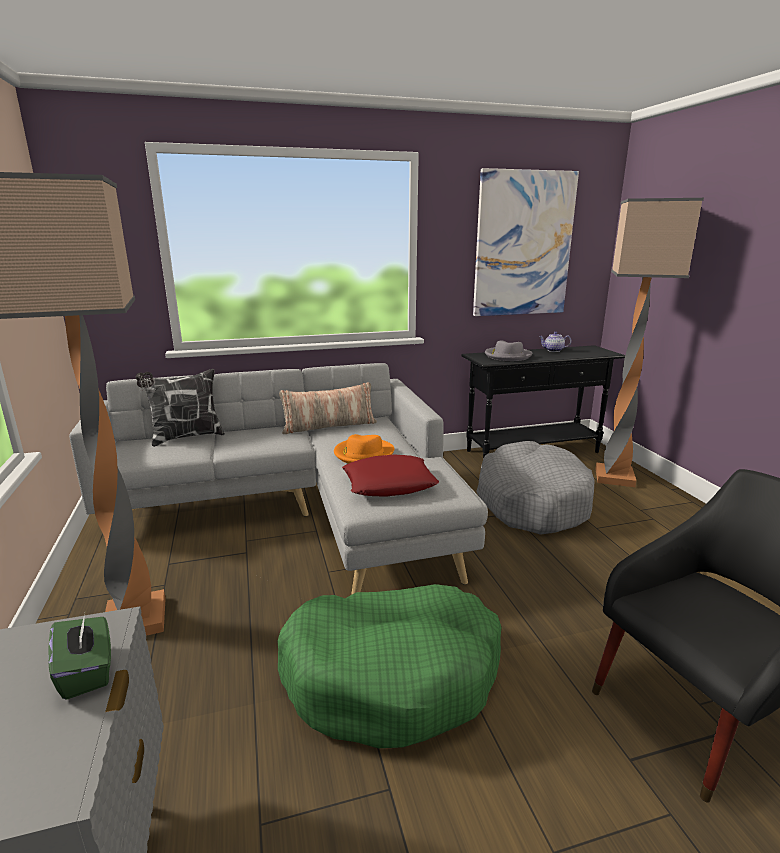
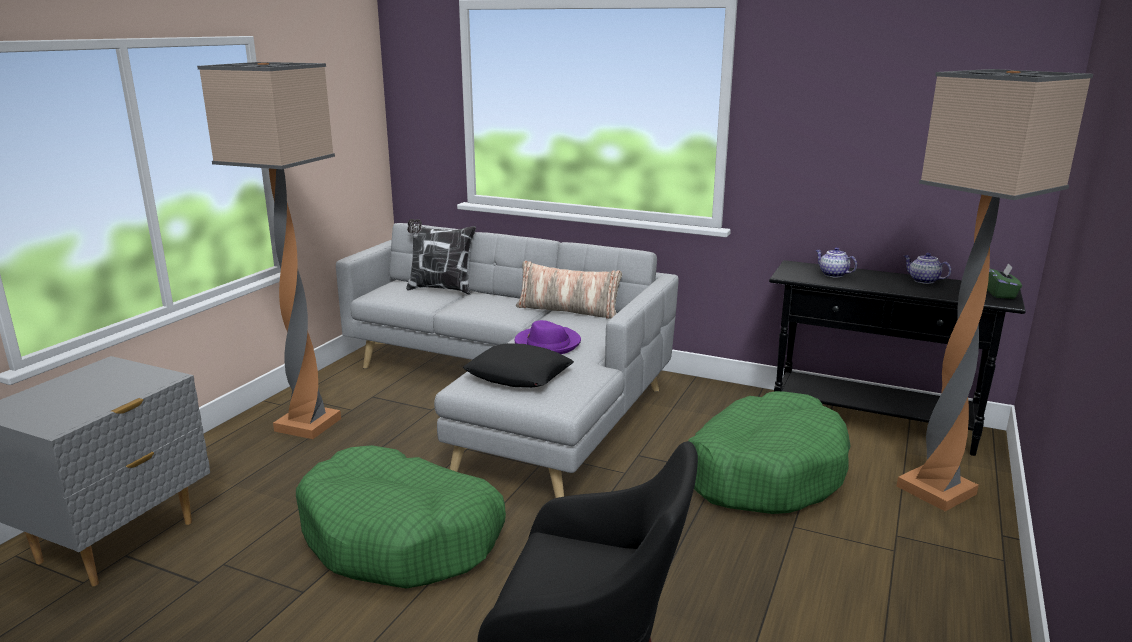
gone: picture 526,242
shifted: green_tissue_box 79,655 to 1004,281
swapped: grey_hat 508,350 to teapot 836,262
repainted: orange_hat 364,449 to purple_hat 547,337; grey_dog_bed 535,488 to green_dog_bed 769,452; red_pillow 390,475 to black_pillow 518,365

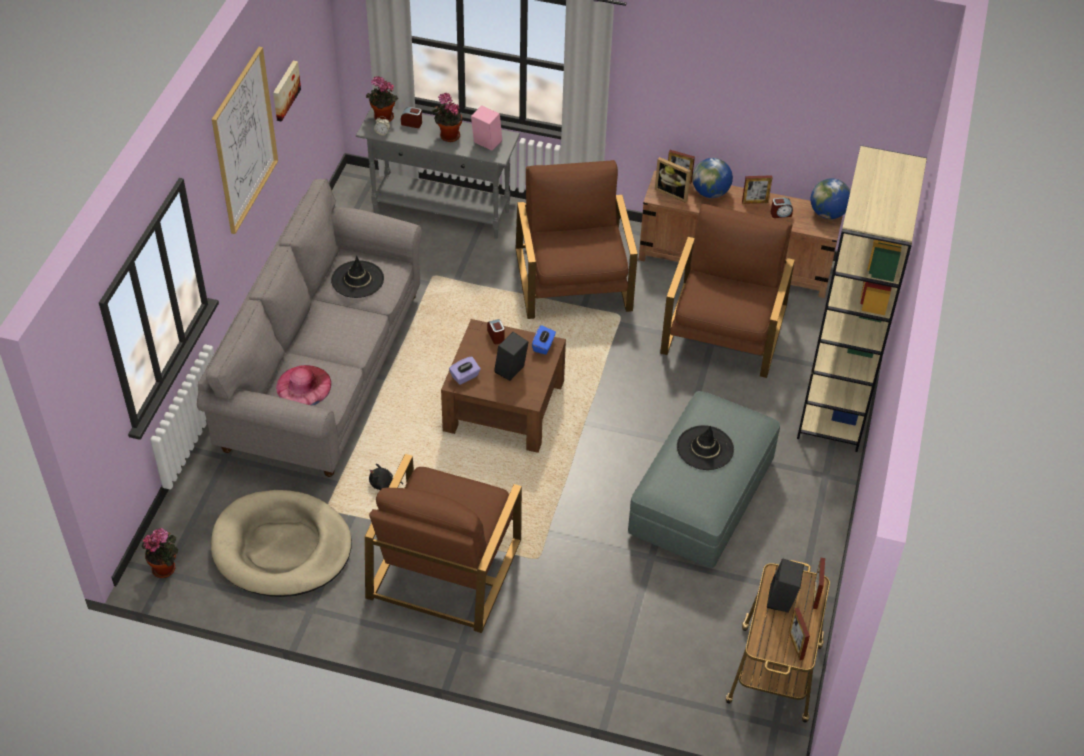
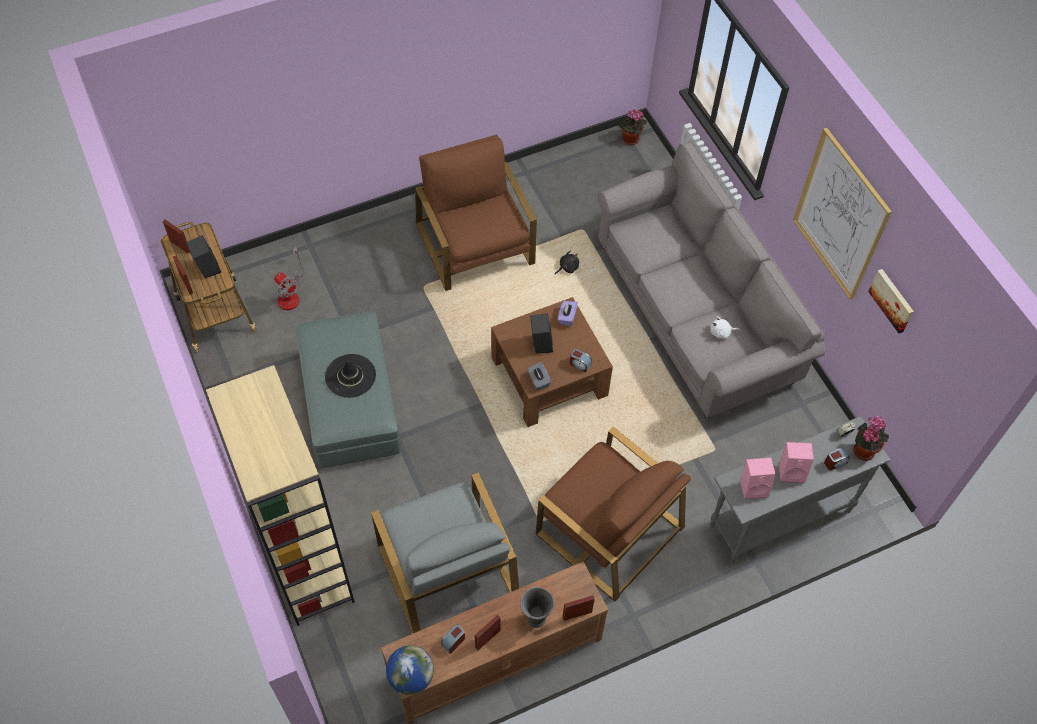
gone: picture_frame 673,180; pink_hat 303,385; beige_dog_bed 281,543
new: fan 289,278
swapped: potted_plant 447,117 to pink_speaker 796,462; globe 712,178 to grey_vase 537,607; black_hat 357,277 to white_plush_toy 725,328
repainted: brown_armchair 727,291 to grey_armchair 445,553; blue_tissue_box 544,340 to grey_tissue_box 539,376

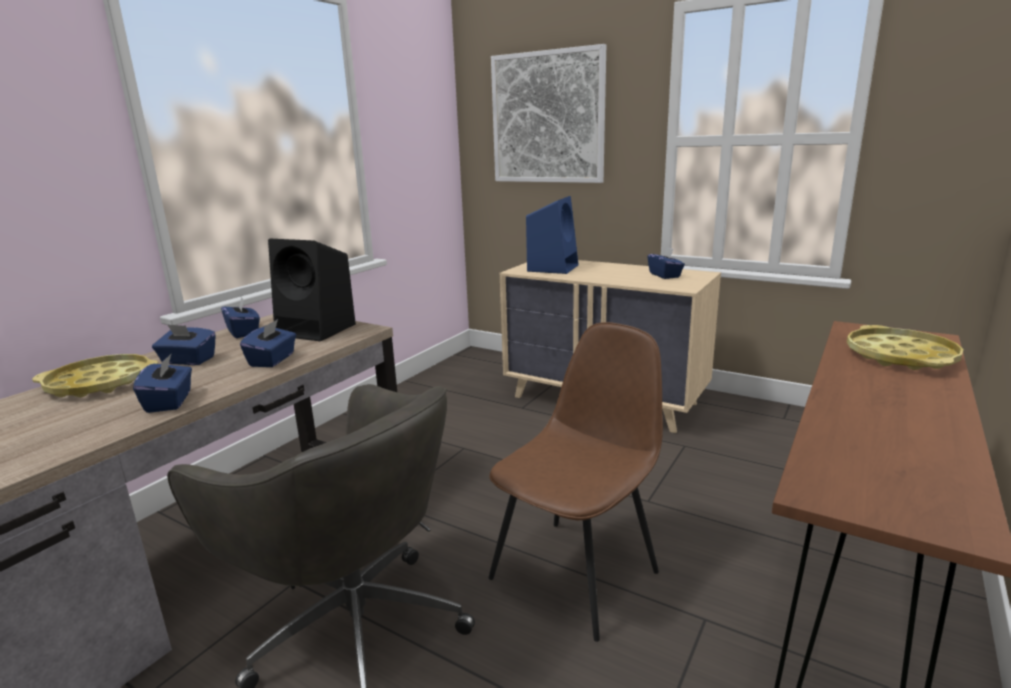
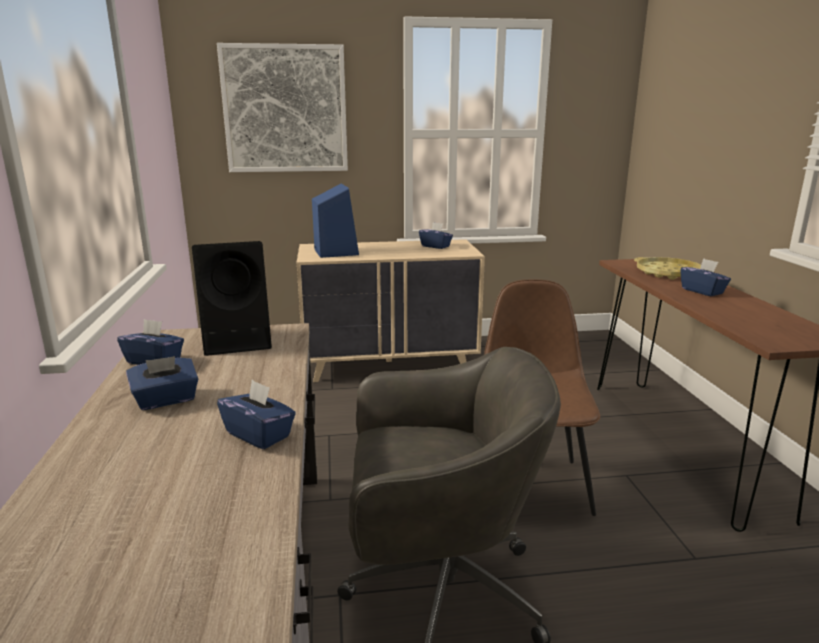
gone: yellow_tray 95,375
shifted: blue_tissue_box 268,343 to 705,277

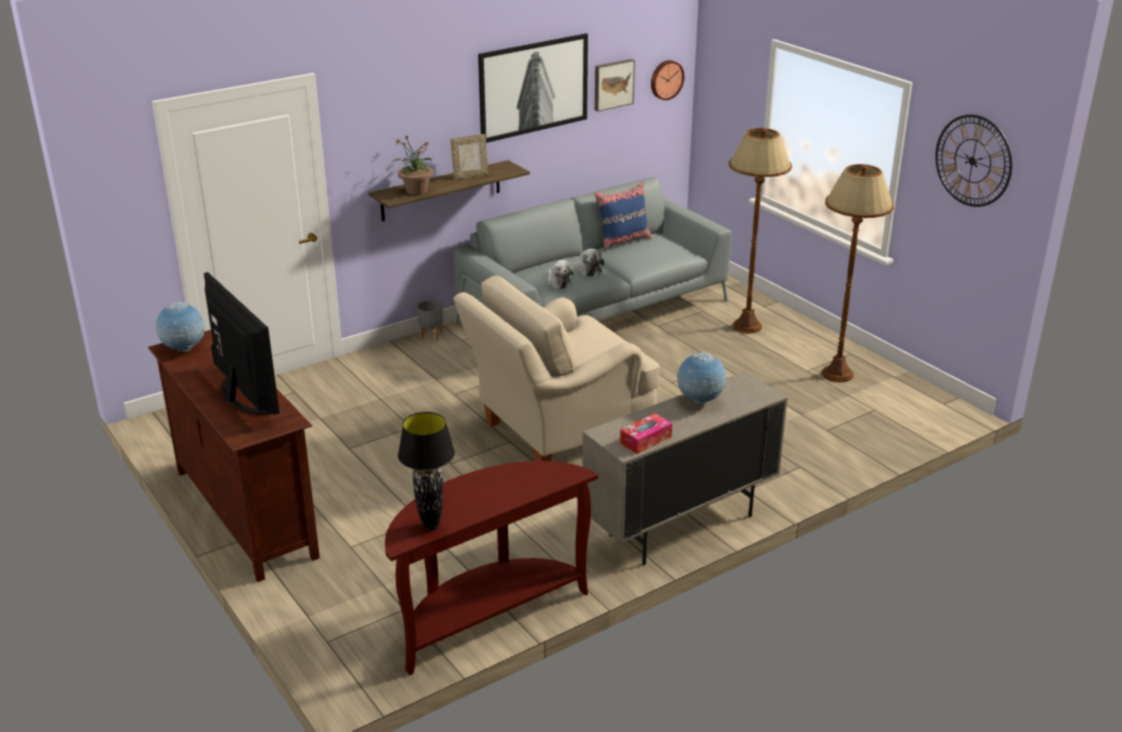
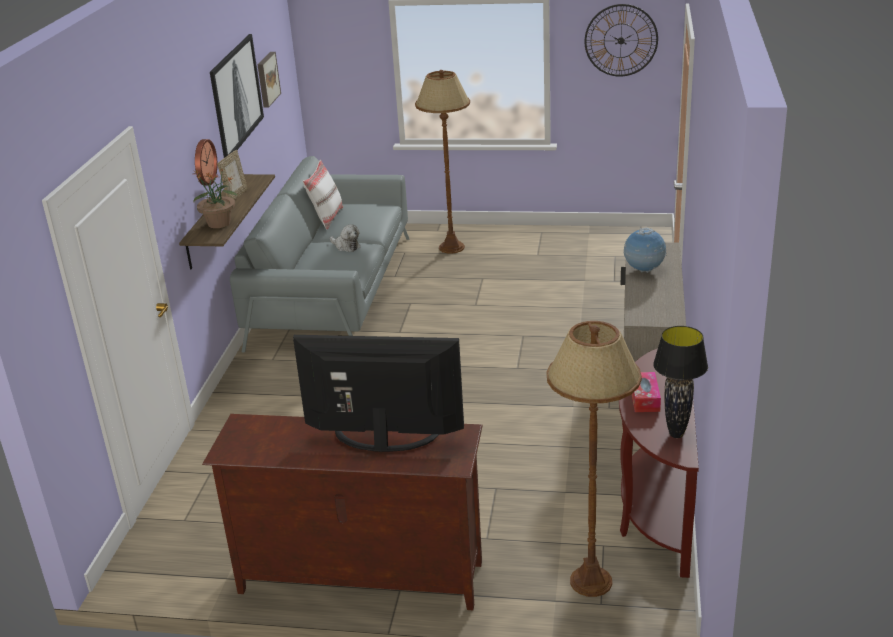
gone: plush_toy 560,274; beige_armchair 556,368; grey_planter 430,320; globe 180,326
shifted: wall_clock 667,80 to 206,162; brown_floor_lamp 858,273 to 594,459; tissue_box 646,433 to 646,392
repainted: blue_pillow 623,216 to white_pillow 323,195

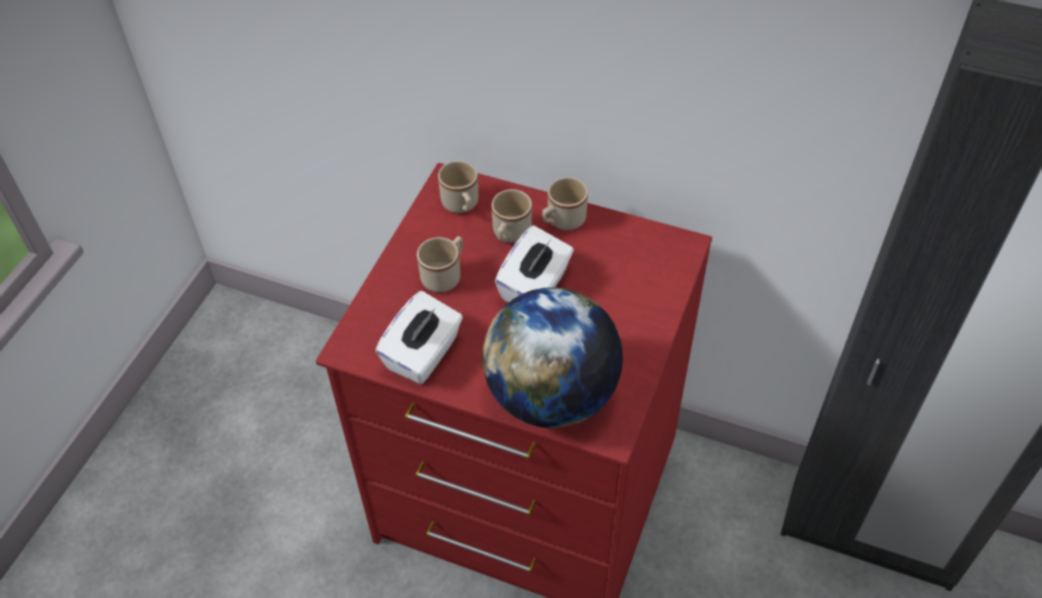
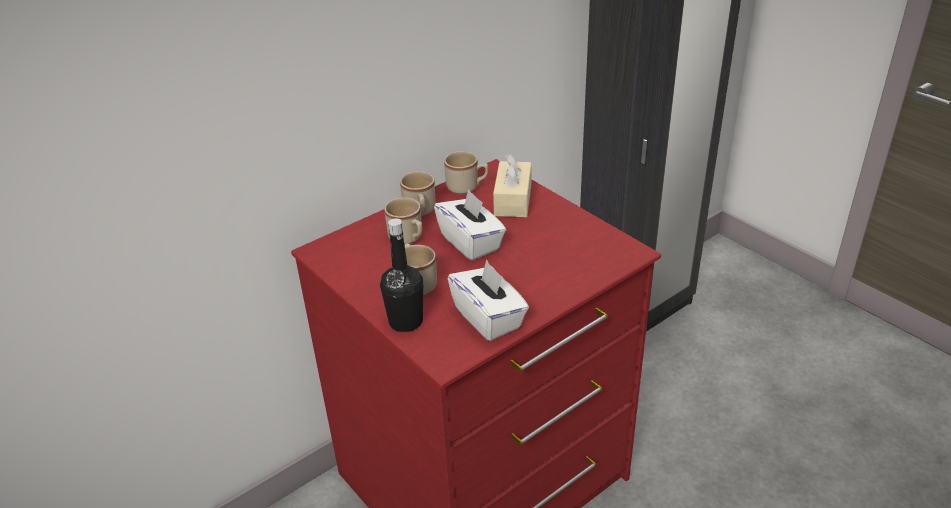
gone: globe 552,357
new: beige_tissue_box 512,185; black_bottle 401,275
shifted: beige_mug 458,187 to 466,172

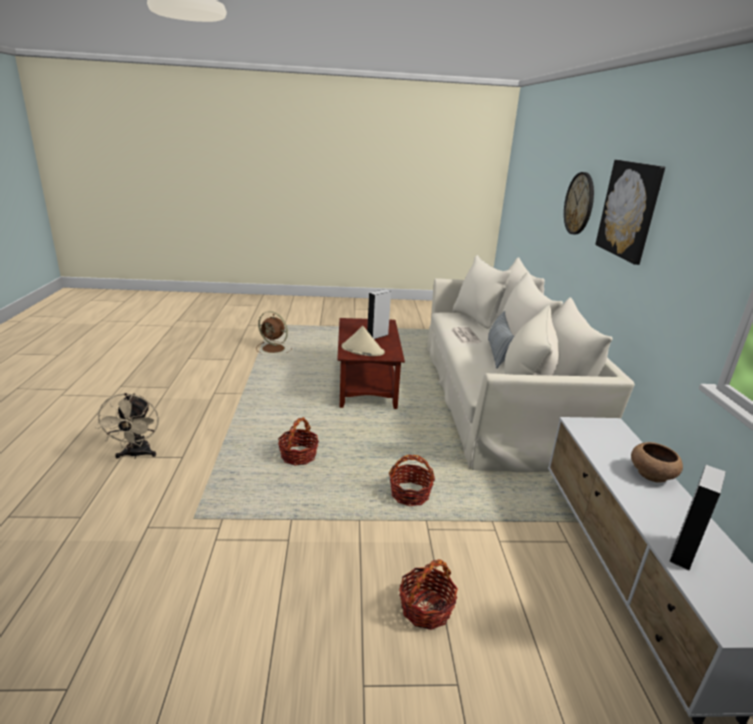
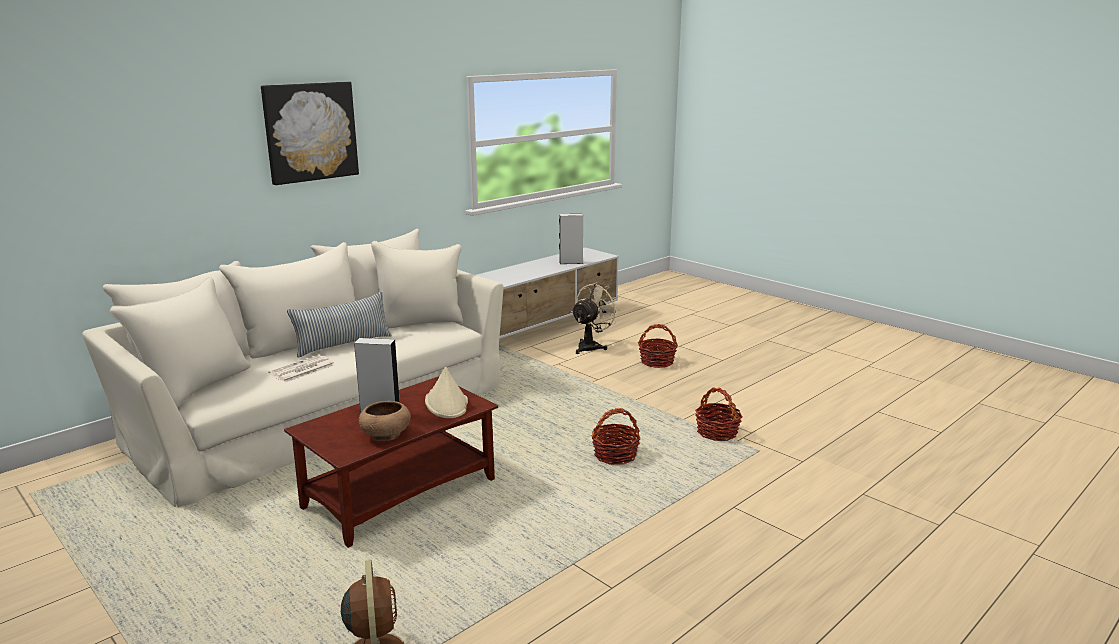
gone: wall_clock 579,203
shifted: beige_fan 127,426 to 596,318; brown_bowl 657,462 to 385,421; basket 412,480 to 718,414

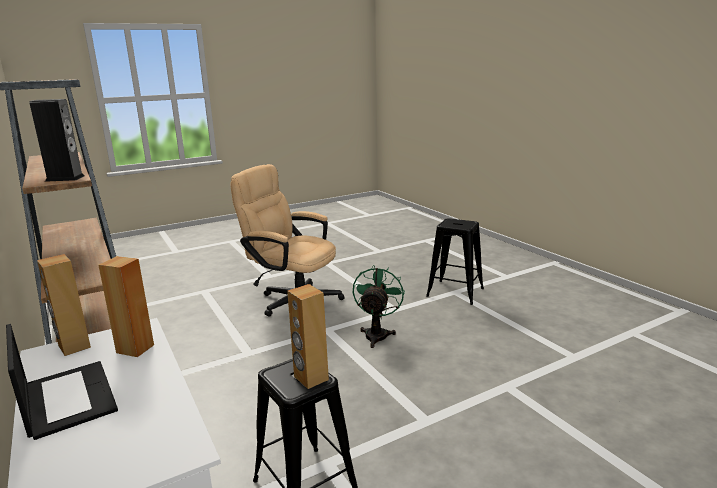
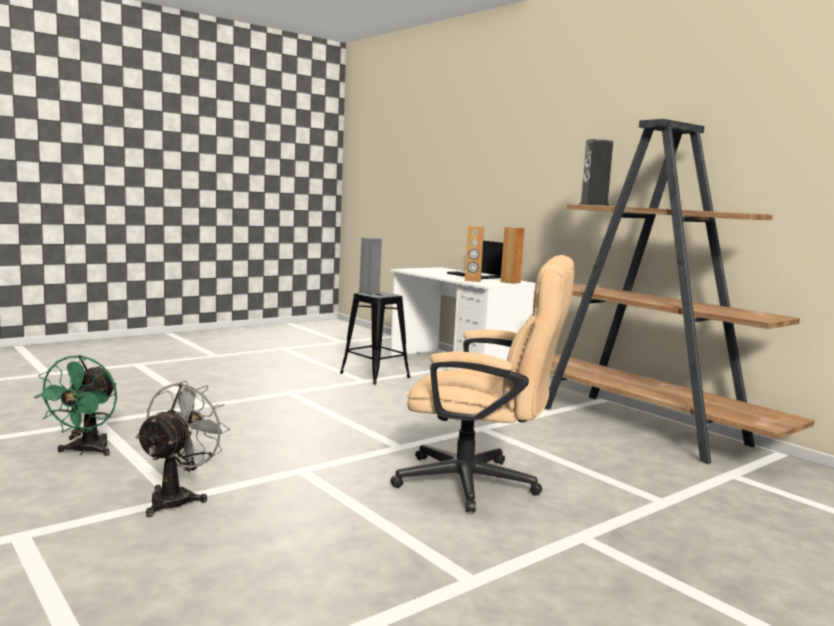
shifted: green_fan 379,306 to 75,405
swapped: black_stool 455,261 to grey_fan 182,449
repainted: brown_speaker 308,336 to grey_speaker 370,266

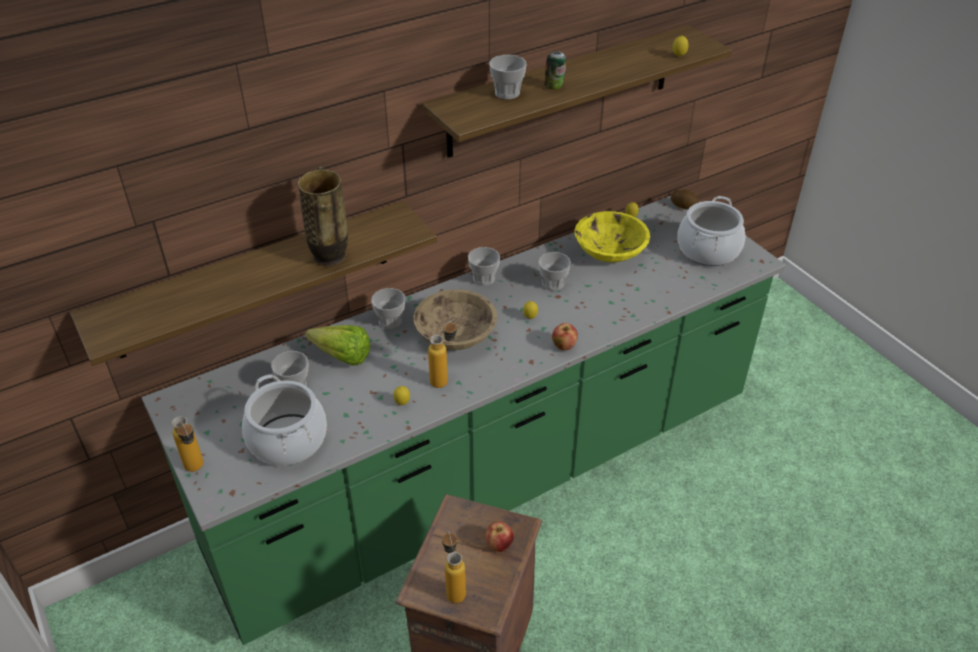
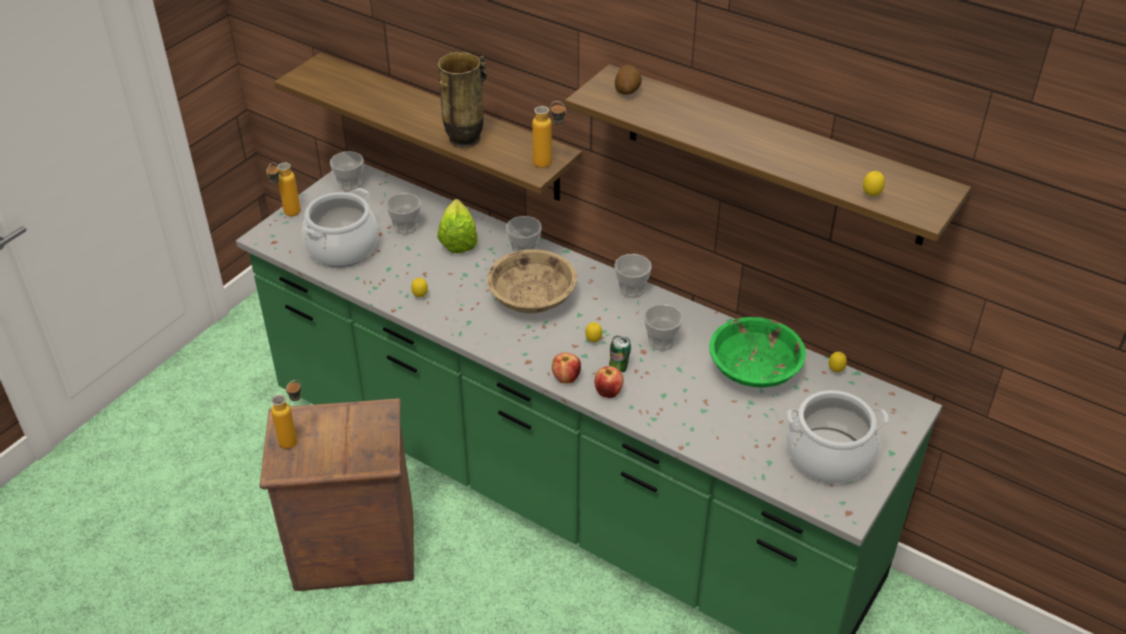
shifted: can 555,70 to 620,354; cup 507,77 to 347,171; potato 684,199 to 628,80; bottle 442,354 to 549,134; apple 499,536 to 609,382
repainted: yellow_bowl 612,236 to green_bowl 757,352

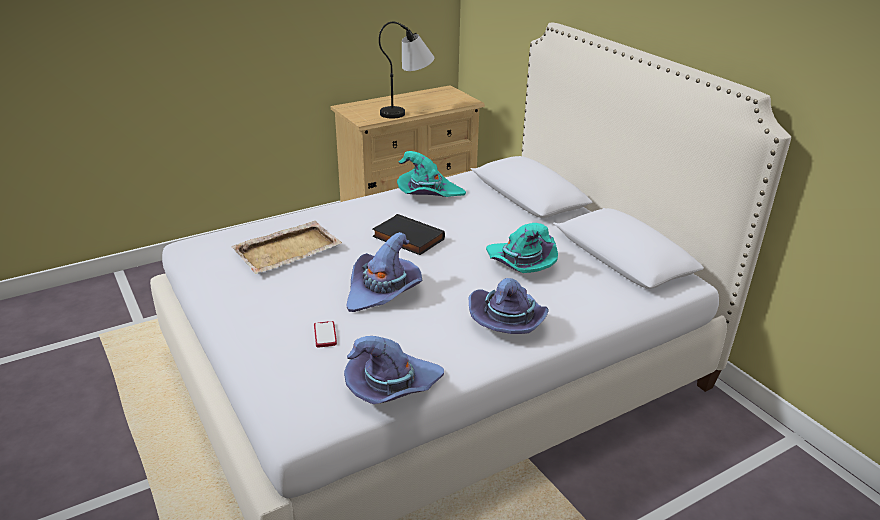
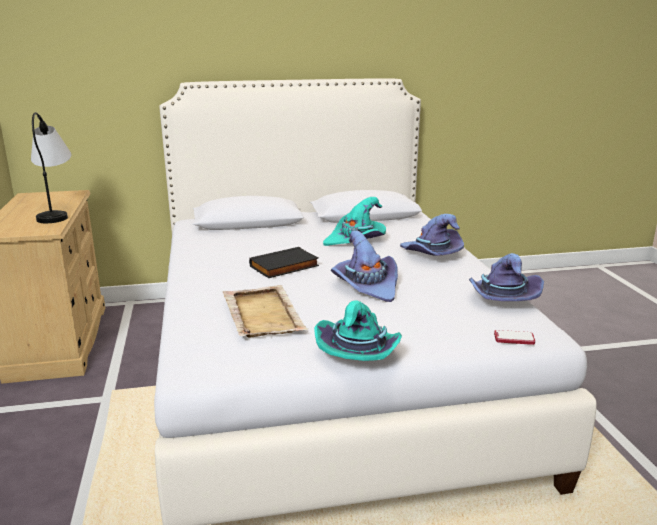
shifted: turquoise_hat 431,174 to 358,331; phone 325,334 to 514,337

